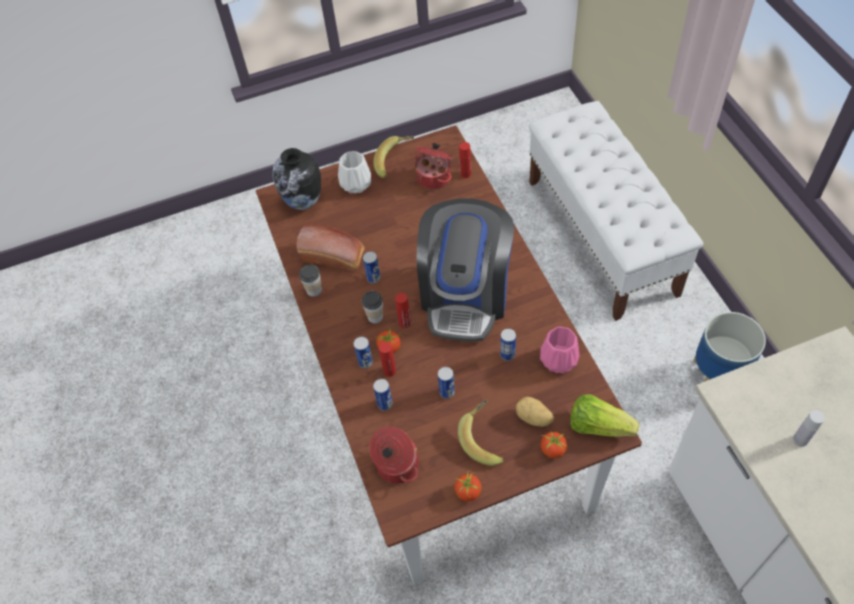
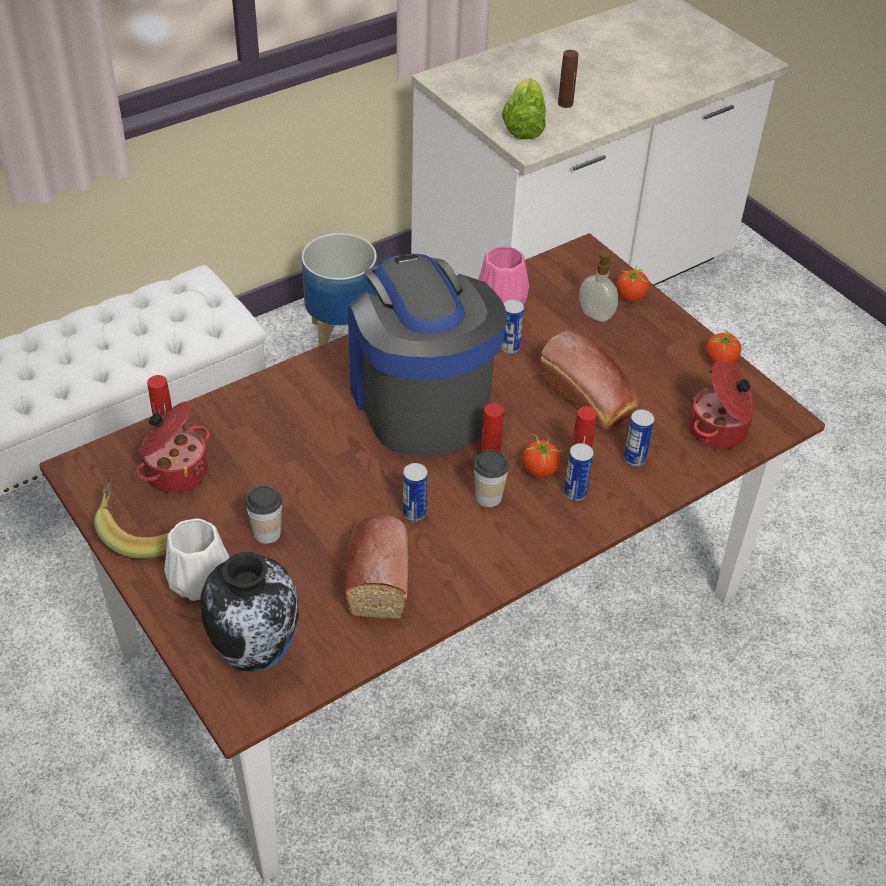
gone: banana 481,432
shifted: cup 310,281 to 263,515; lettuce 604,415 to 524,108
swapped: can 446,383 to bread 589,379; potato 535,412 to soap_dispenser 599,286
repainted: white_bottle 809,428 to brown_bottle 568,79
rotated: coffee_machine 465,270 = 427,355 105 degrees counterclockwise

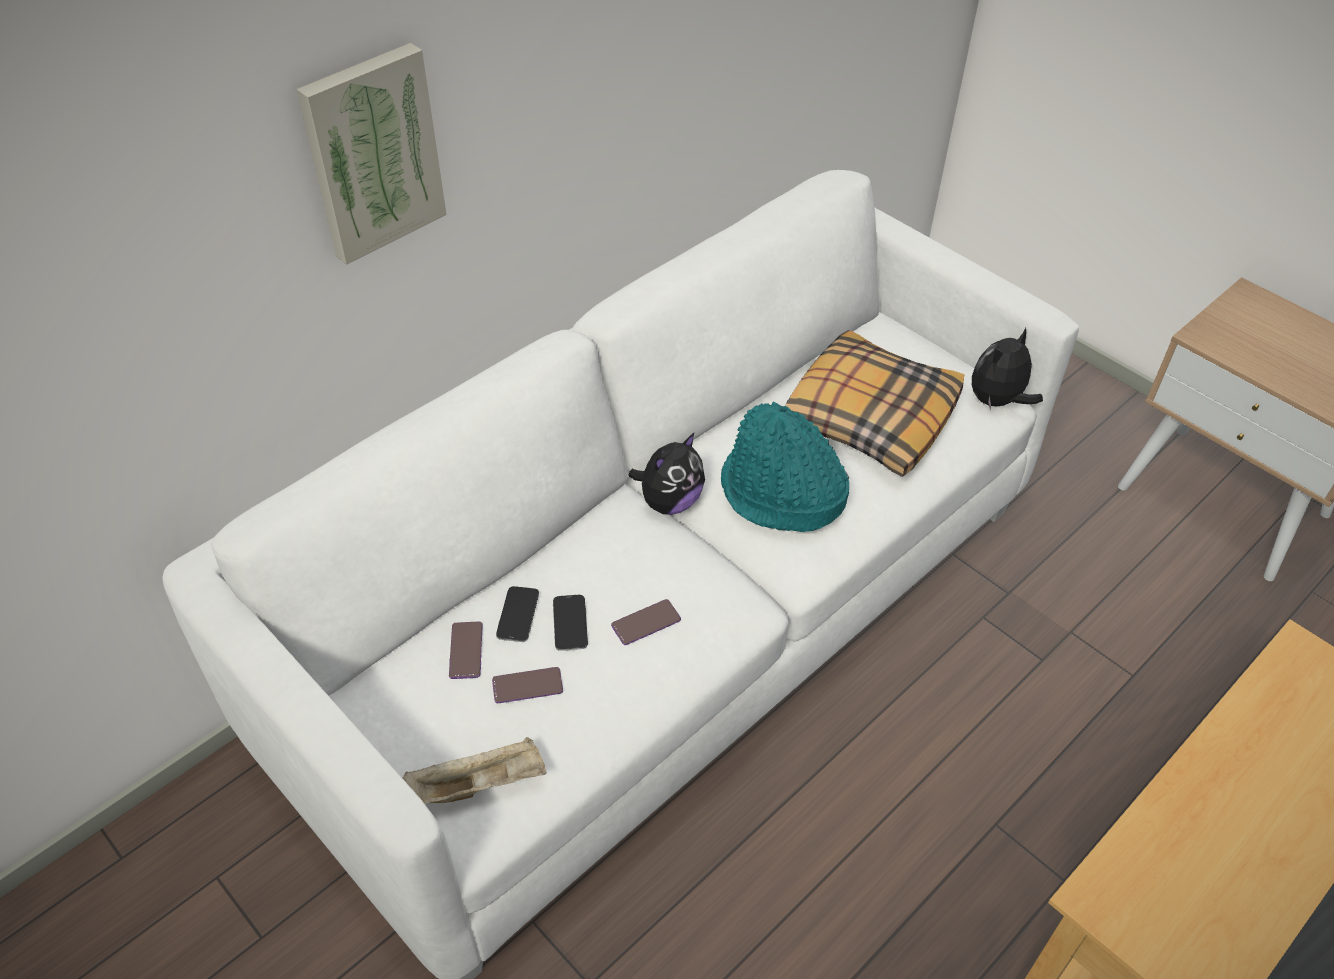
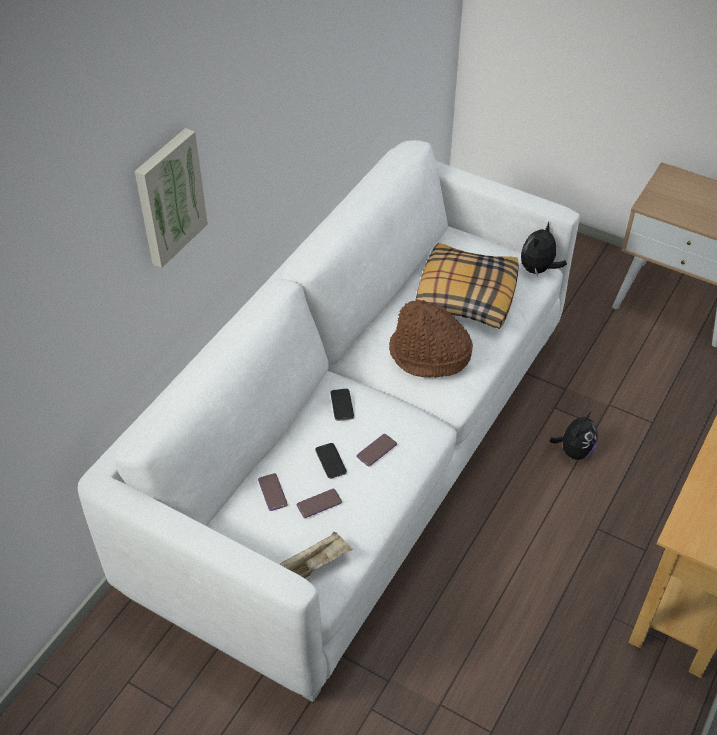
shifted: plush_toy 667,474 to 574,435; phone 517,614 to 342,405
repainted: turquoise_hat 785,467 to brown_hat 431,338

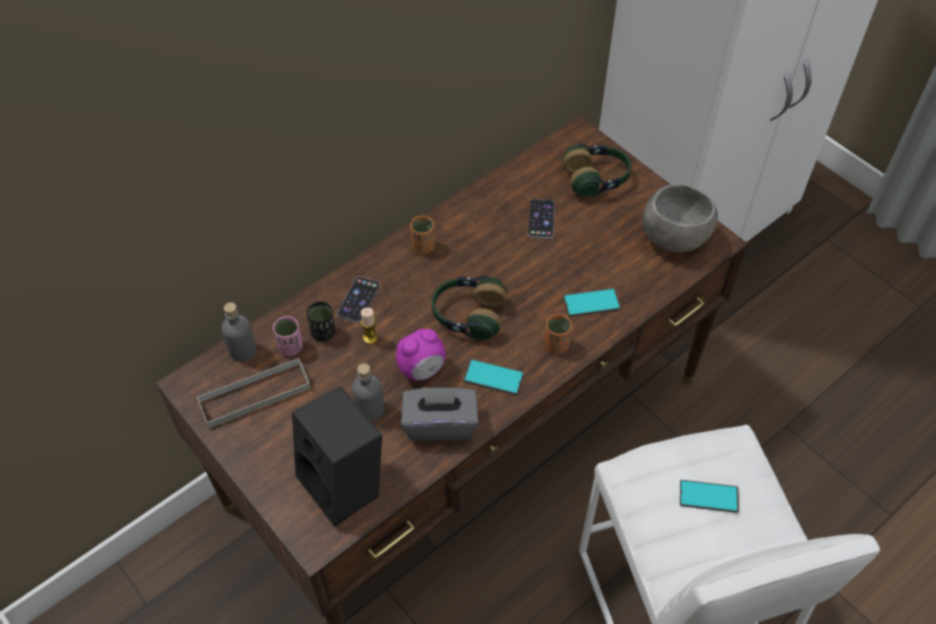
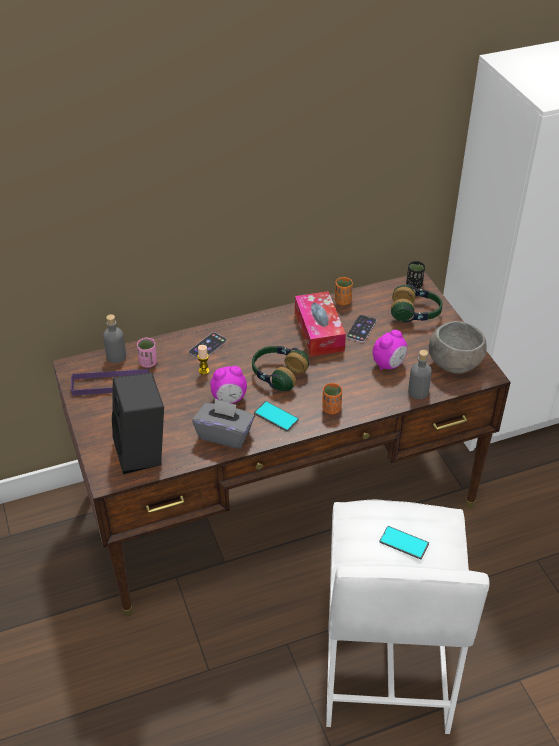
gone: phone 592,302
new: tissue_box 320,324; alarm_clock 390,350
shifted: orange_cup 422,235 to 344,291; black_cup 321,321 to 415,275; grey_bottle 368,392 to 420,374
repainted: grey_tray 253,393 to purple_tray 110,382

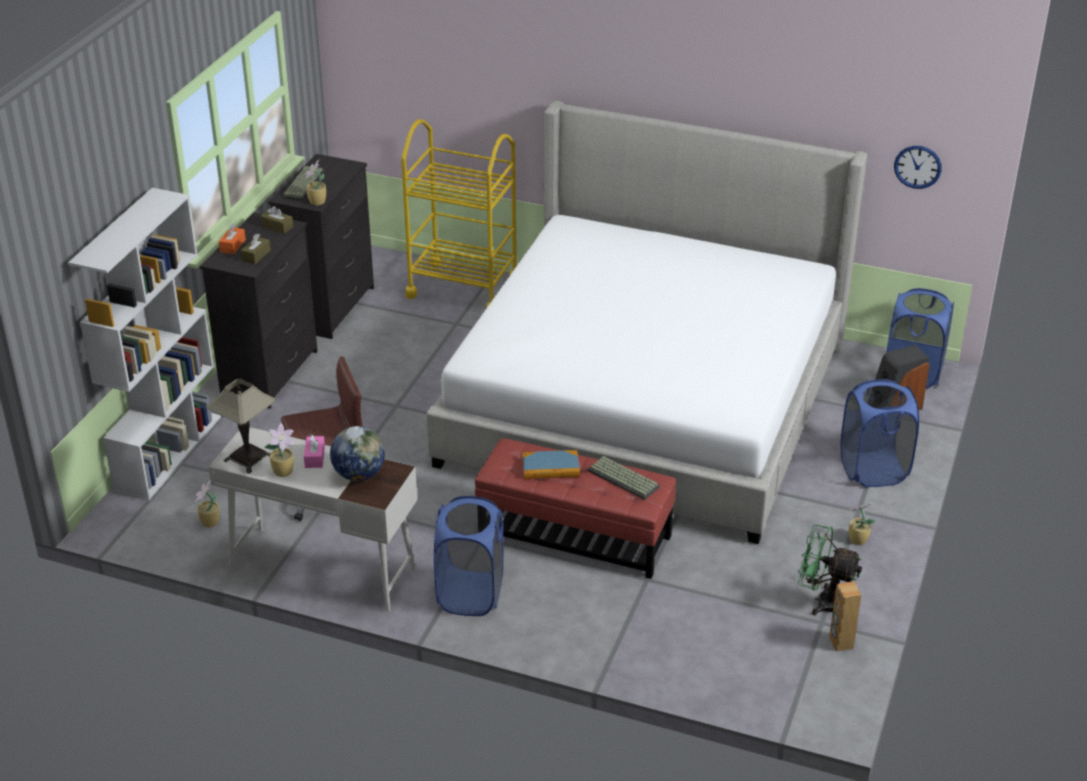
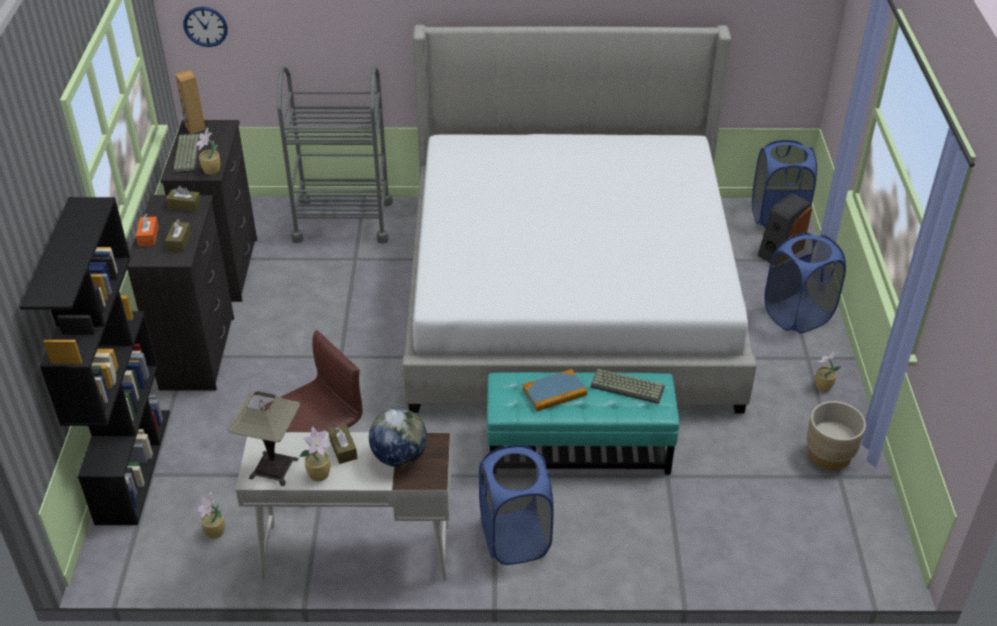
shifted: wall_clock 918,167 to 205,27; brown_speaker 845,616 to 190,102
swapped: green_fan 830,570 to beige_planter 836,435
repainted: yellow_cart 459,213 to grey_cart 335,155; white_bookcase 144,344 to black_bookcase 94,361; pink_tissue_box 314,451 to brown_tissue_box 342,444; red_ottoman 575,508 to turquoise_ottoman 583,423

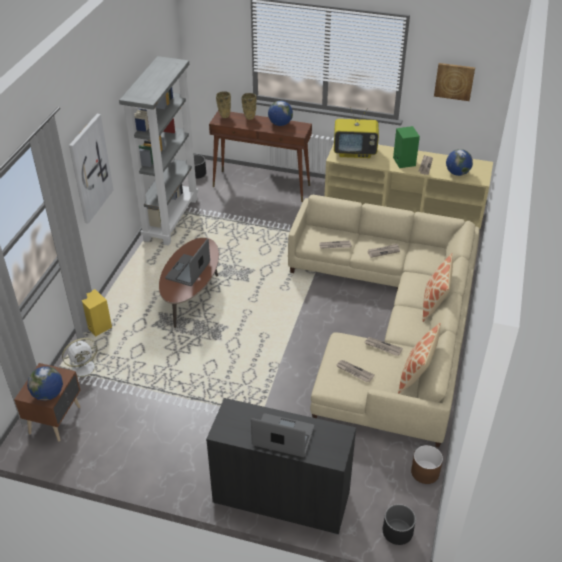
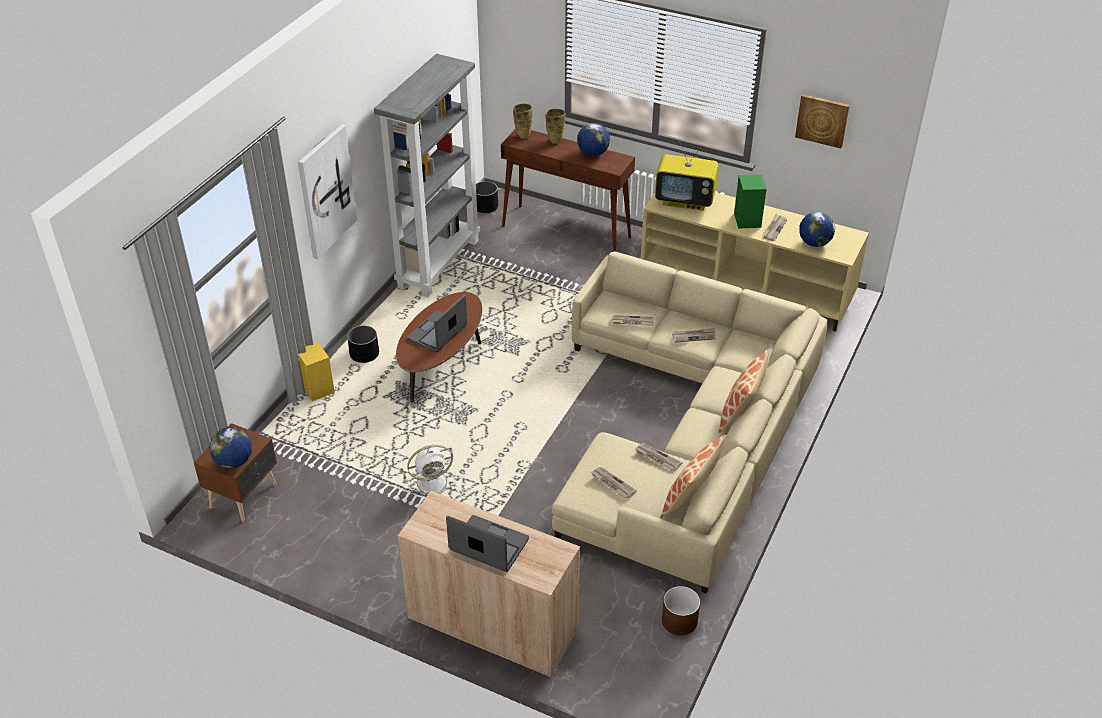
shifted: white_fan 82,359 to 431,472; black_planter 399,524 to 363,344
repainted: black_cabinet 281,466 to beige_cabinet 489,584

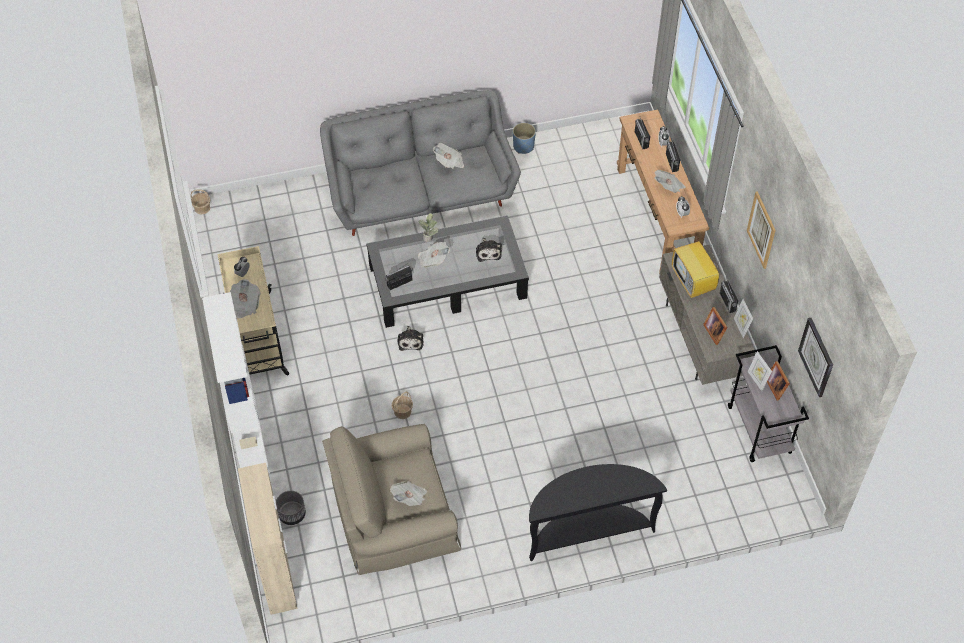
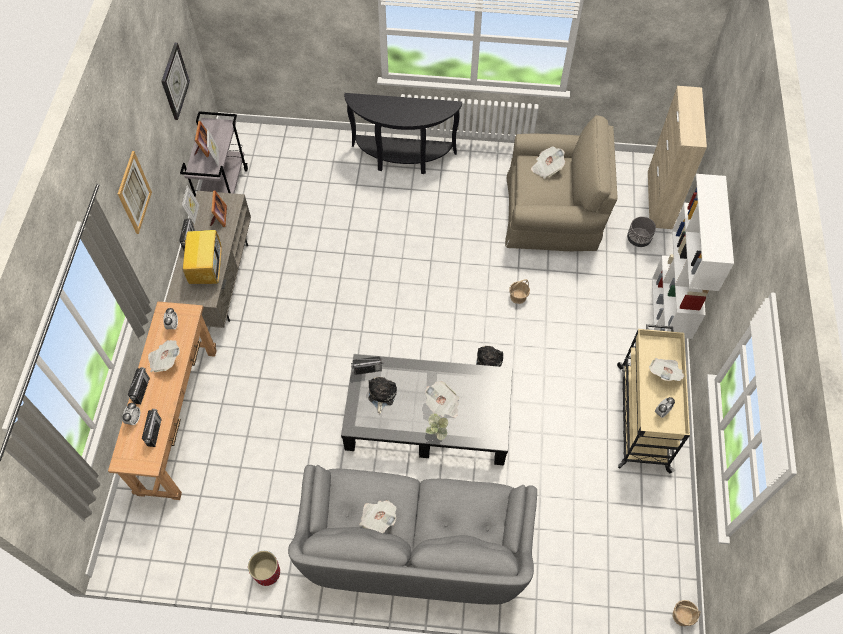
shifted: radio 399,276 to 367,365
repainted: blue_planter 524,138 to red_planter 264,568

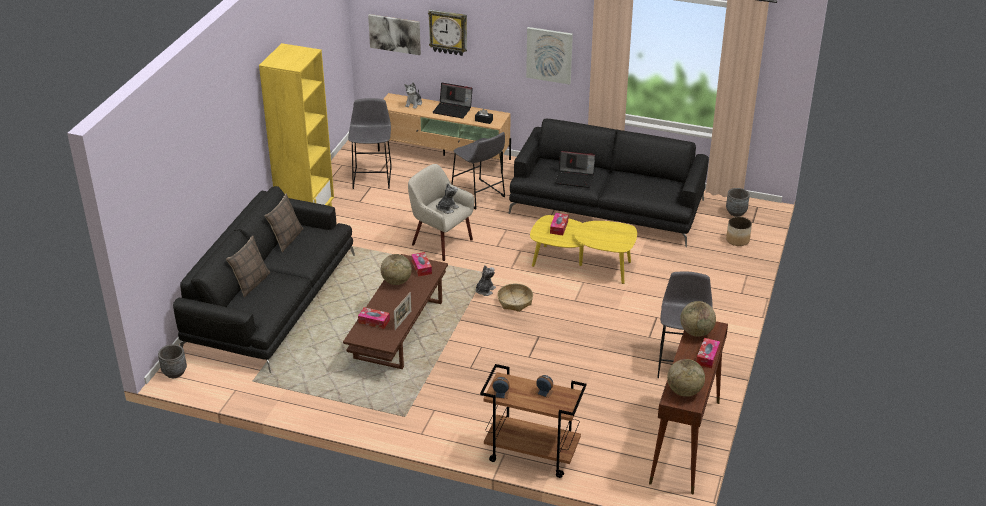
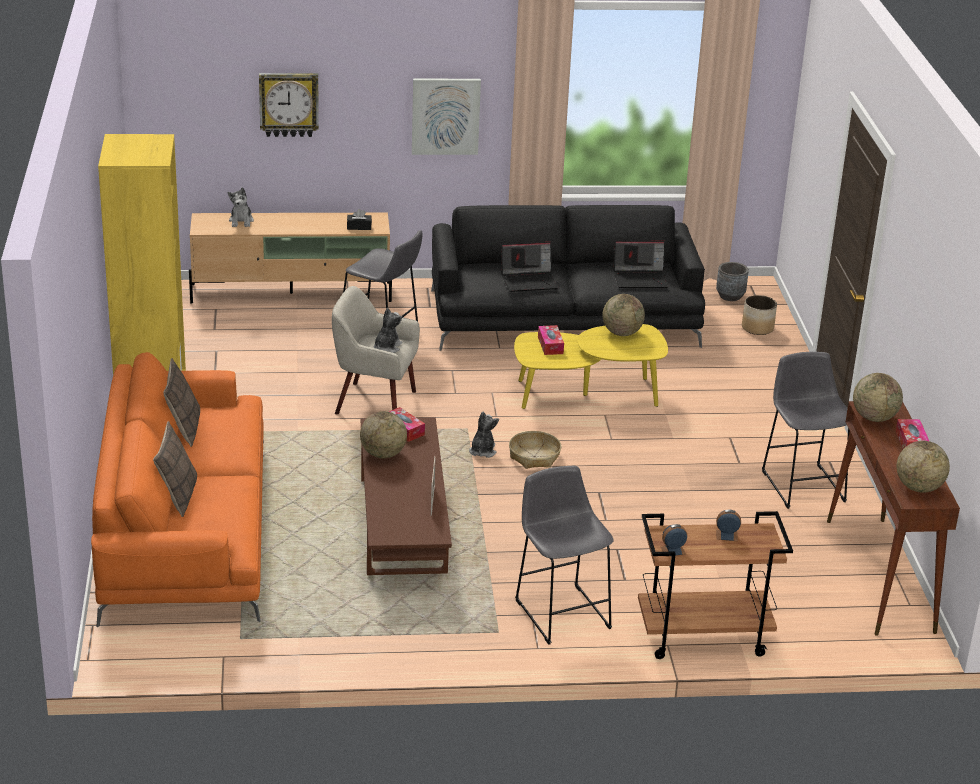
gone: picture 394,34; tissue_box 374,318; grey_planter 172,361
new: globe 623,315
shifted: laptop 452,100 to 641,264; grey_stool 370,143 to 564,555
repainted: black_sofa 264,279 to orange_sofa 177,489

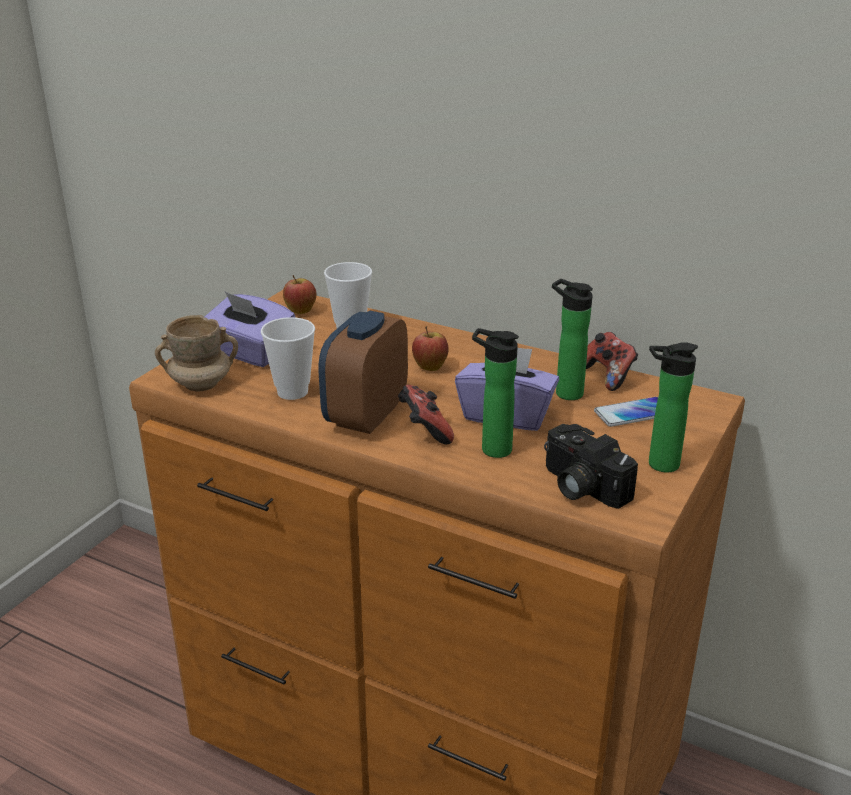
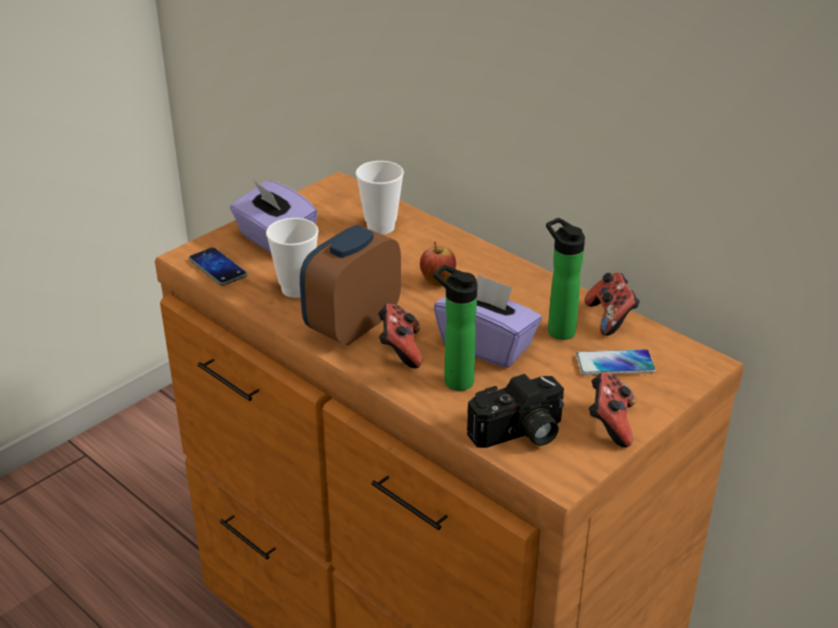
gone: apple 299,294
swapped: beige_mug 196,353 to phone 217,266; bottle 673,407 to game_controller 612,410
rotated: photo_camera 591,466 = 515,411 90 degrees counterclockwise

